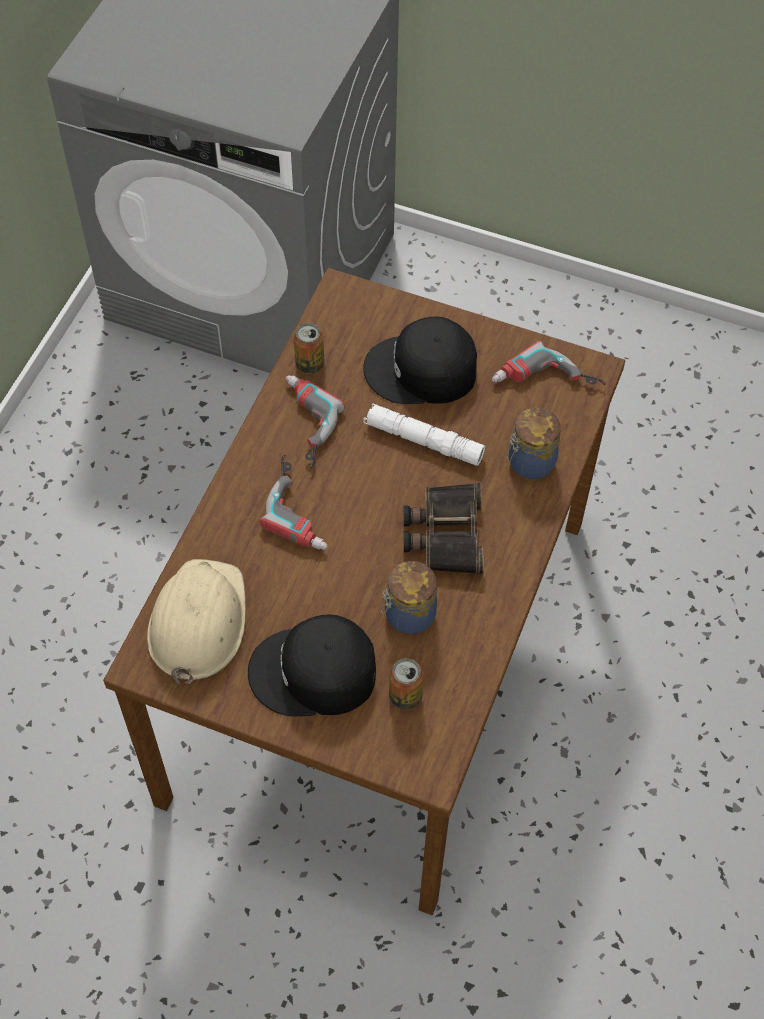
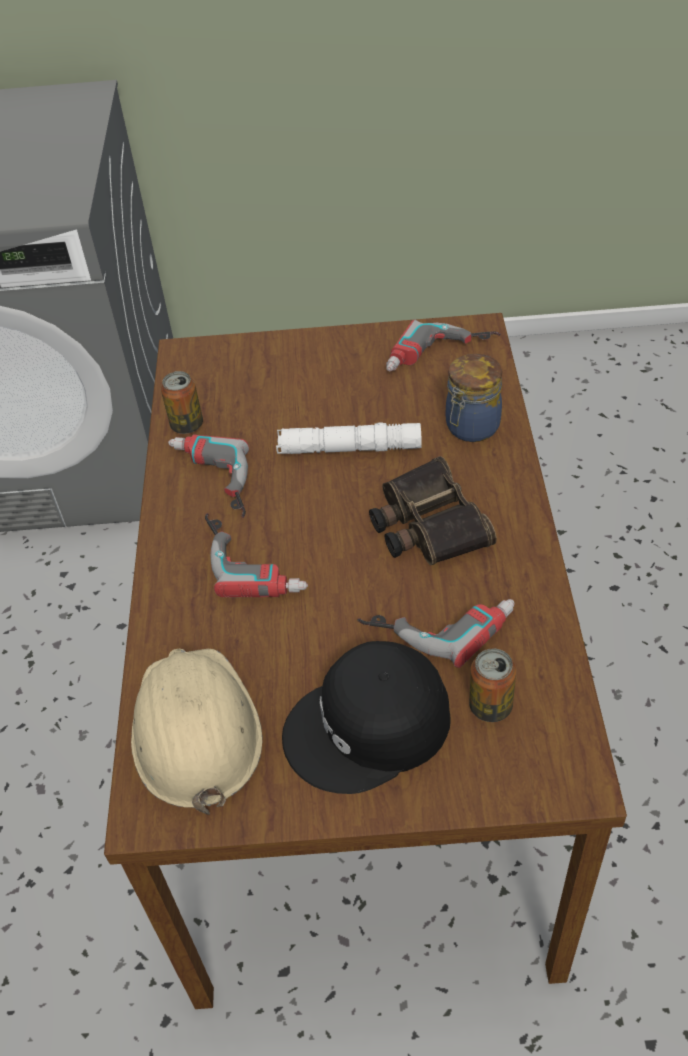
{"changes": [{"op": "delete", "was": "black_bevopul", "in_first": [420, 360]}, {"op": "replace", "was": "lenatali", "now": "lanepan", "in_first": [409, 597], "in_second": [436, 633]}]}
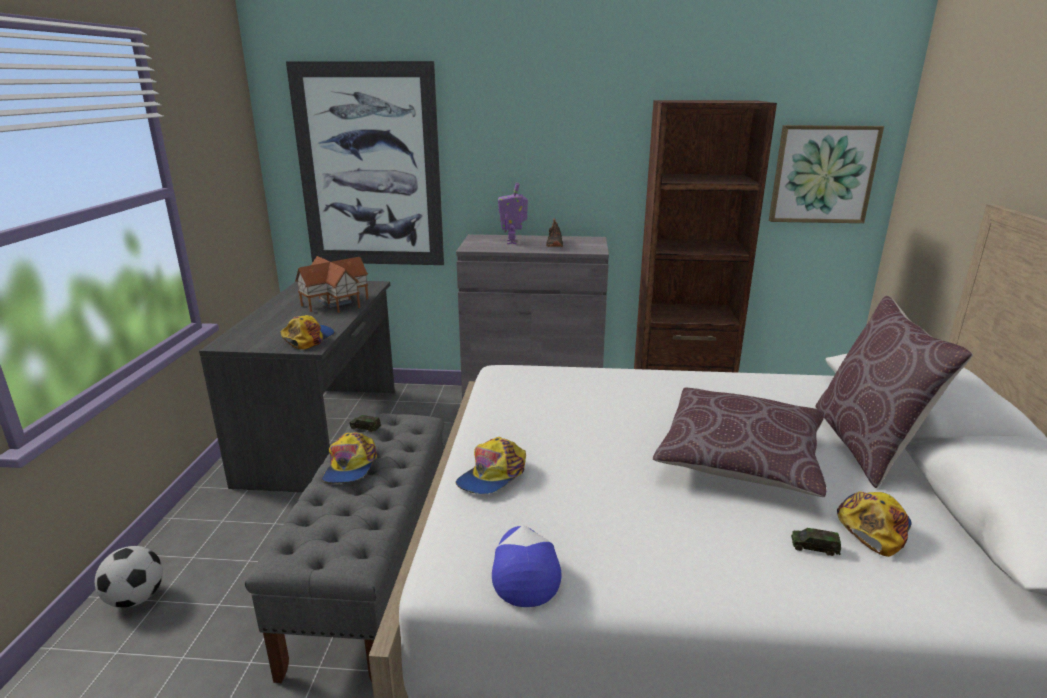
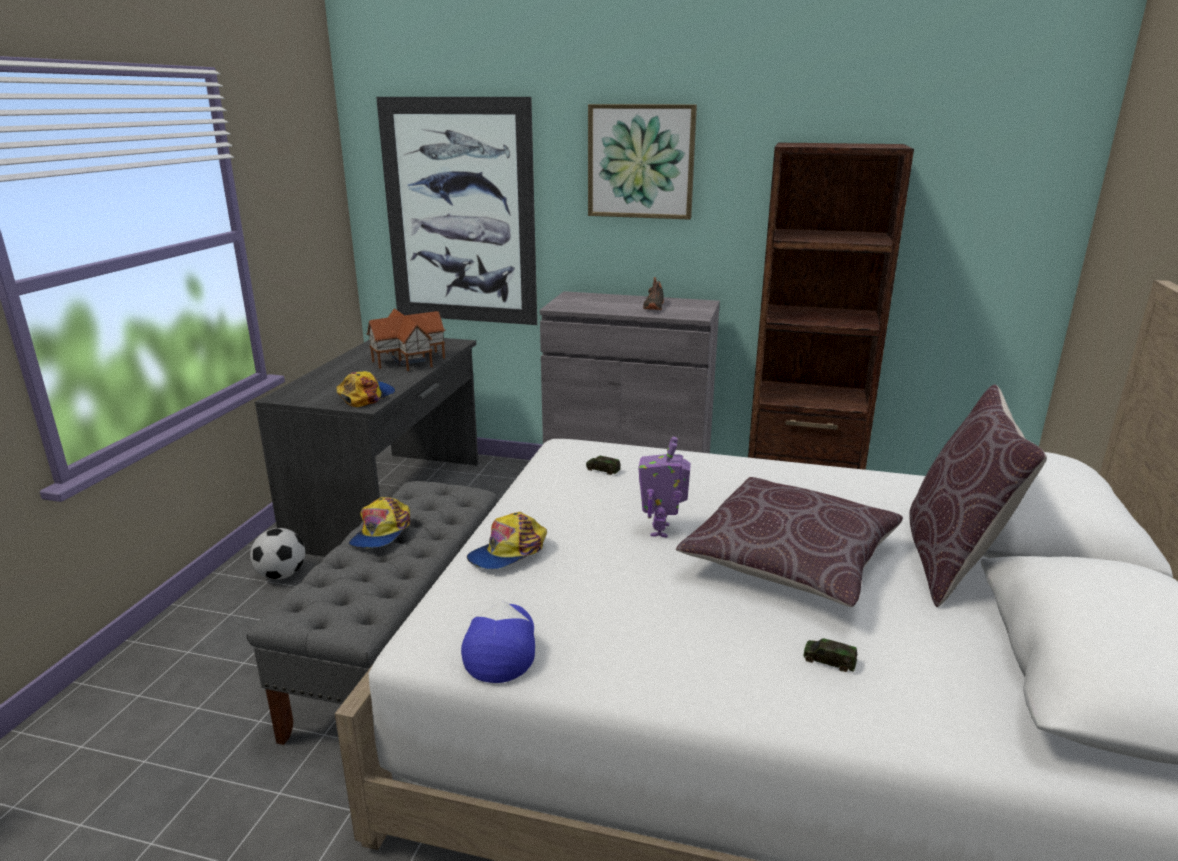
{"changes": [{"op": "delete", "was": "bevopul", "in_first": [874, 524]}, {"op": "move", "was": "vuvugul", "in_first": [129, 577], "in_second": [277, 554]}, {"op": "move", "was": "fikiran", "in_first": [365, 423], "in_second": [603, 465]}, {"op": "move", "was": "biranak", "in_first": [513, 213], "in_second": [664, 487]}, {"op": "move", "was": "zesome", "in_first": [826, 174], "in_second": [642, 162]}]}
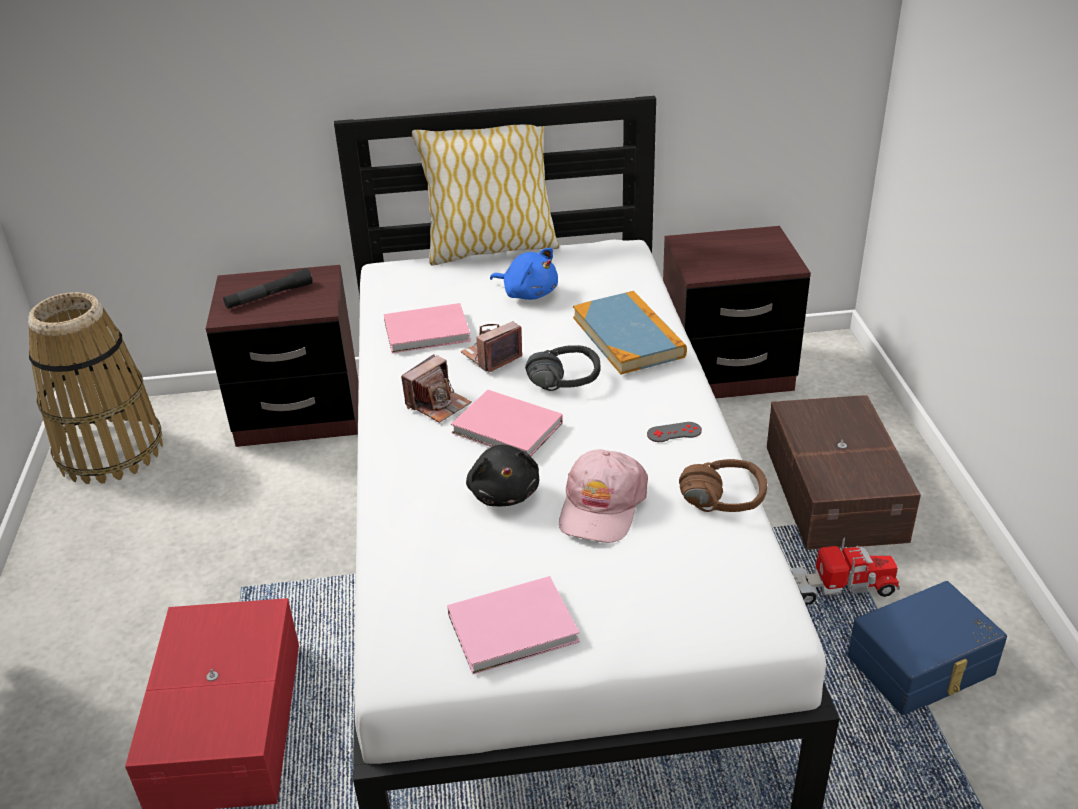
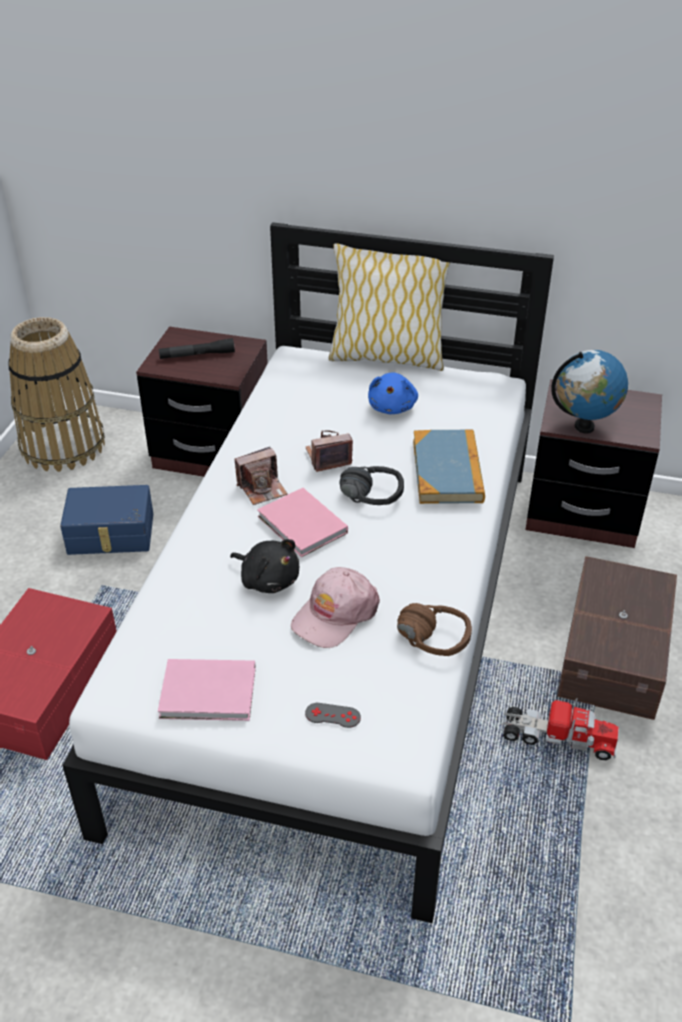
{"changes": [{"op": "delete", "was": "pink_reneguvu", "in_first": [427, 328]}, {"op": "insert", "now": "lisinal", "in_second": [589, 392]}, {"op": "move", "was": "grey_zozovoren", "in_first": [674, 432], "in_second": [333, 715]}, {"op": "move", "was": "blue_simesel", "in_first": [927, 648], "in_second": [106, 520]}, {"op": "rotate", "was": "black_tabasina", "in_first": [502, 475], "in_second": [264, 566], "clockwise": -60}, {"op": "rotate", "was": "blue_tabasina", "in_first": [524, 274], "in_second": [393, 393], "clockwise": 45}]}
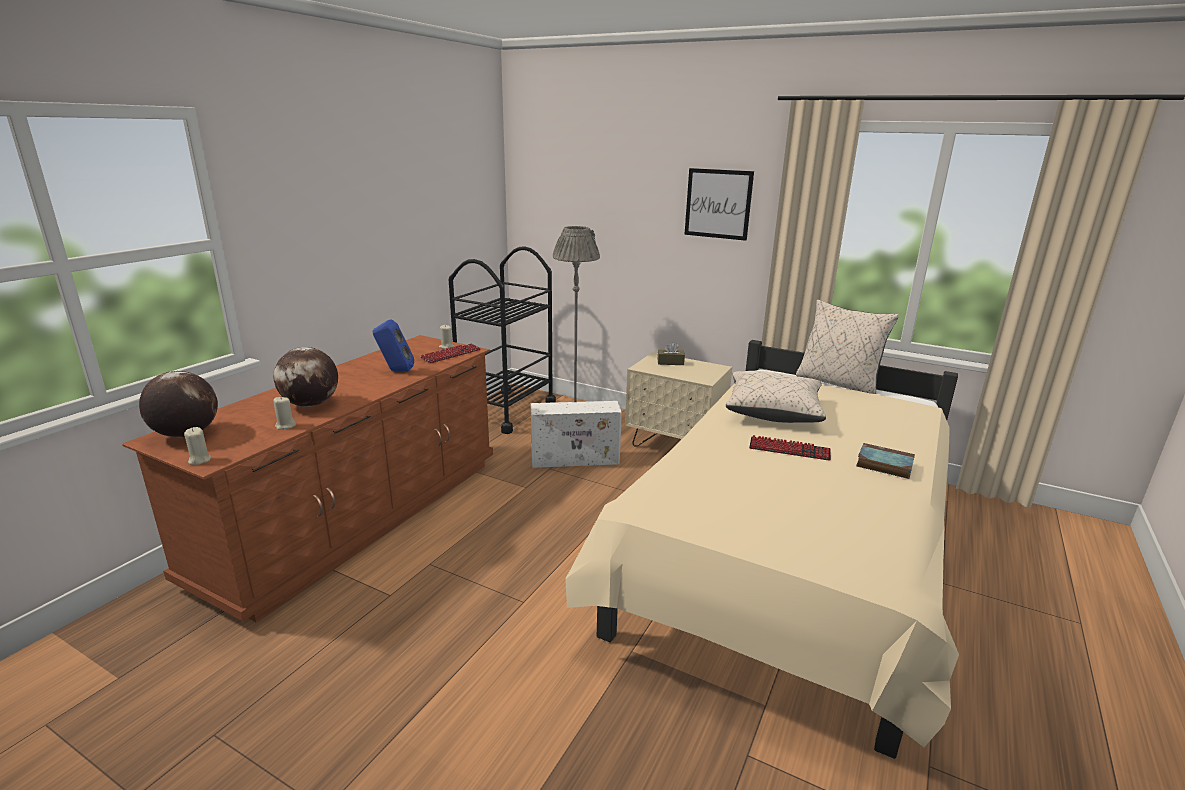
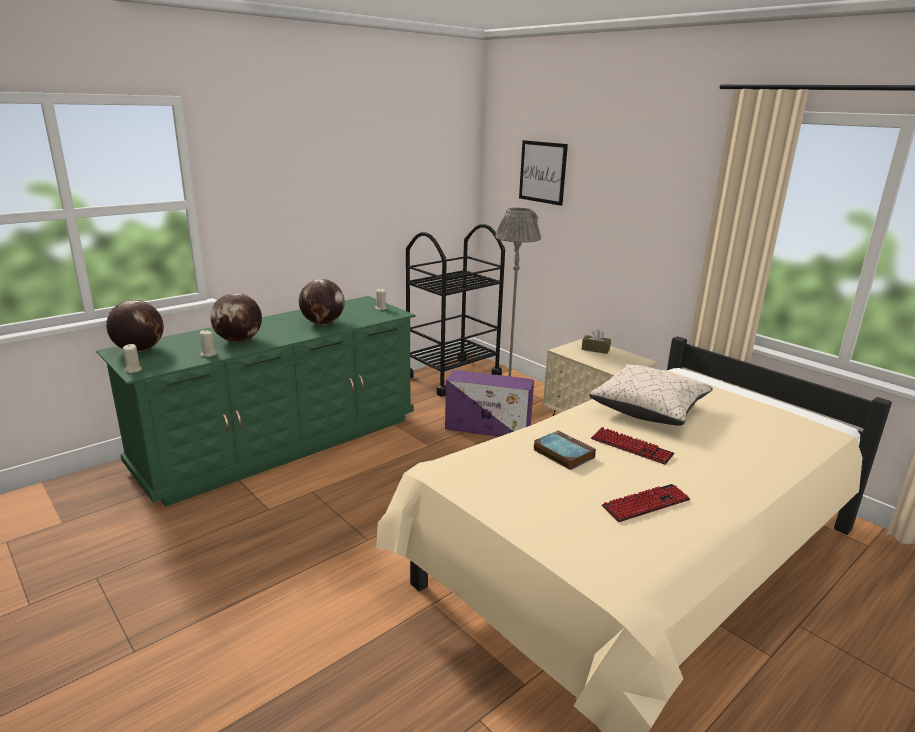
{"changes": [{"op": "delete", "was": "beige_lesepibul", "in_first": [847, 346]}, {"op": "move", "was": "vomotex", "in_first": [450, 353], "in_second": [646, 503]}, {"op": "move", "was": "zesome", "in_first": [719, 204], "in_second": [543, 173]}, {"op": "move", "was": "reneguvu", "in_first": [885, 461], "in_second": [565, 450]}, {"op": "replace", "was": "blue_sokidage", "now": "lisinal", "in_first": [393, 345], "in_second": [322, 302]}, {"op": "recolor", "was": "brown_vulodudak", "now": "green_vulodudak", "in_first": [307, 479], "in_second": [256, 401]}, {"op": "recolor", "was": "white_simesel", "now": "purple_simesel", "in_first": [576, 434], "in_second": [489, 403]}]}
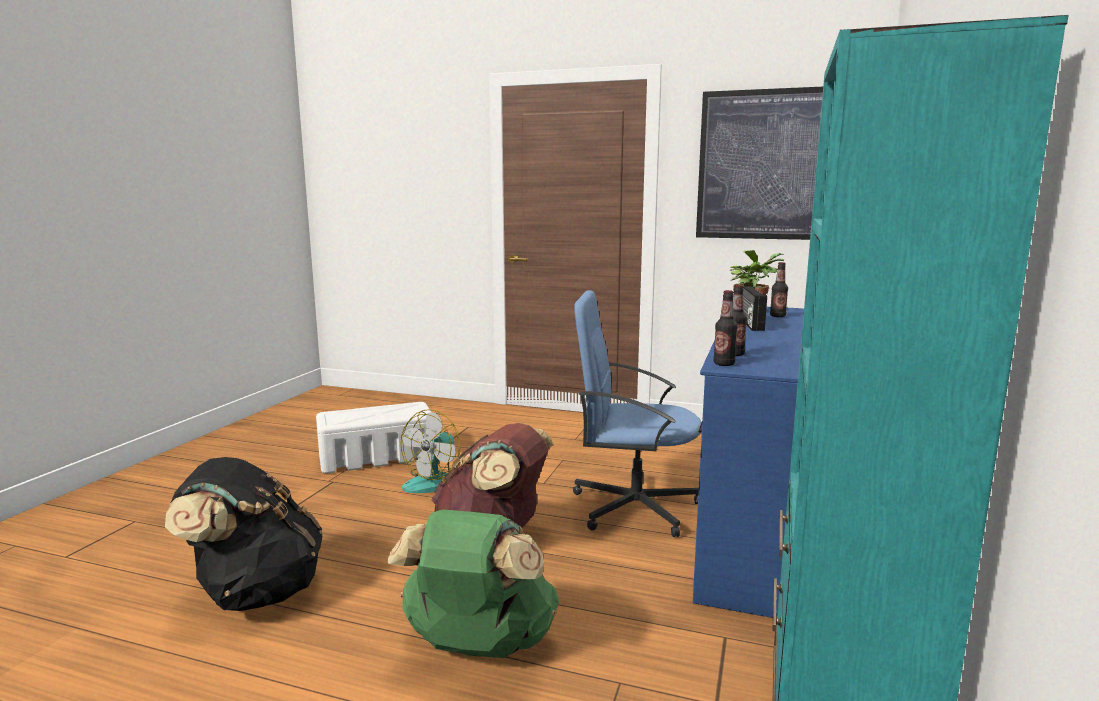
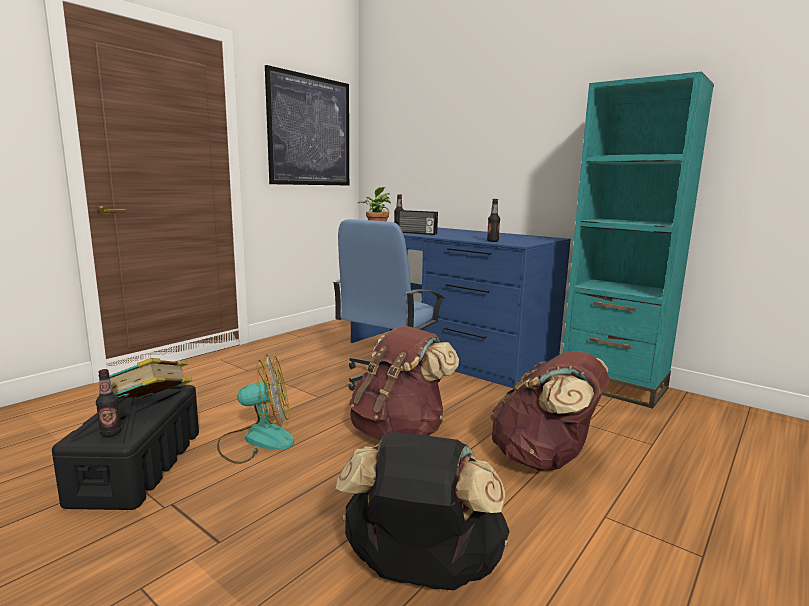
{"changes": [{"op": "insert", "now": "reneguvu", "in_second": [151, 378]}, {"op": "move", "was": "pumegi", "in_first": [725, 328], "in_second": [109, 403]}, {"op": "recolor", "was": "white_simesel", "now": "black_simesel", "in_first": [374, 438], "in_second": [125, 447]}, {"op": "recolor", "was": "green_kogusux", "now": "brown_kogusux", "in_first": [473, 583], "in_second": [550, 411]}, {"op": "rotate", "was": "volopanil", "in_first": [430, 451], "in_second": [255, 409], "clockwise": -60}]}
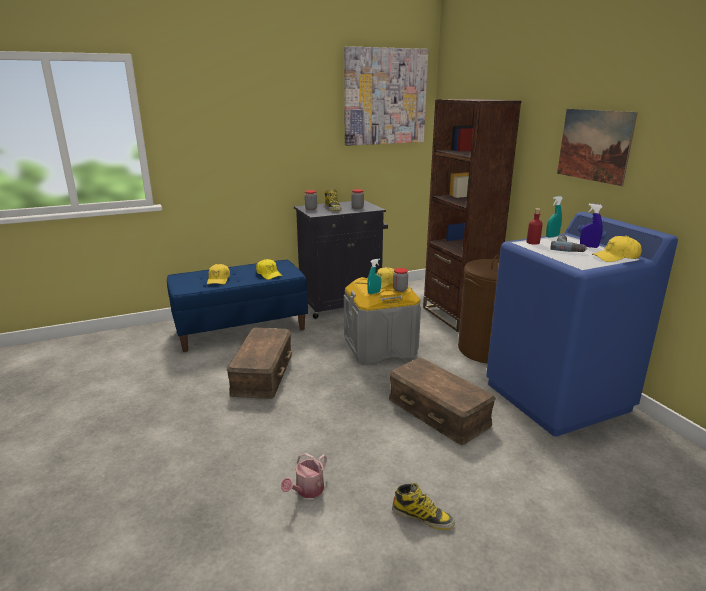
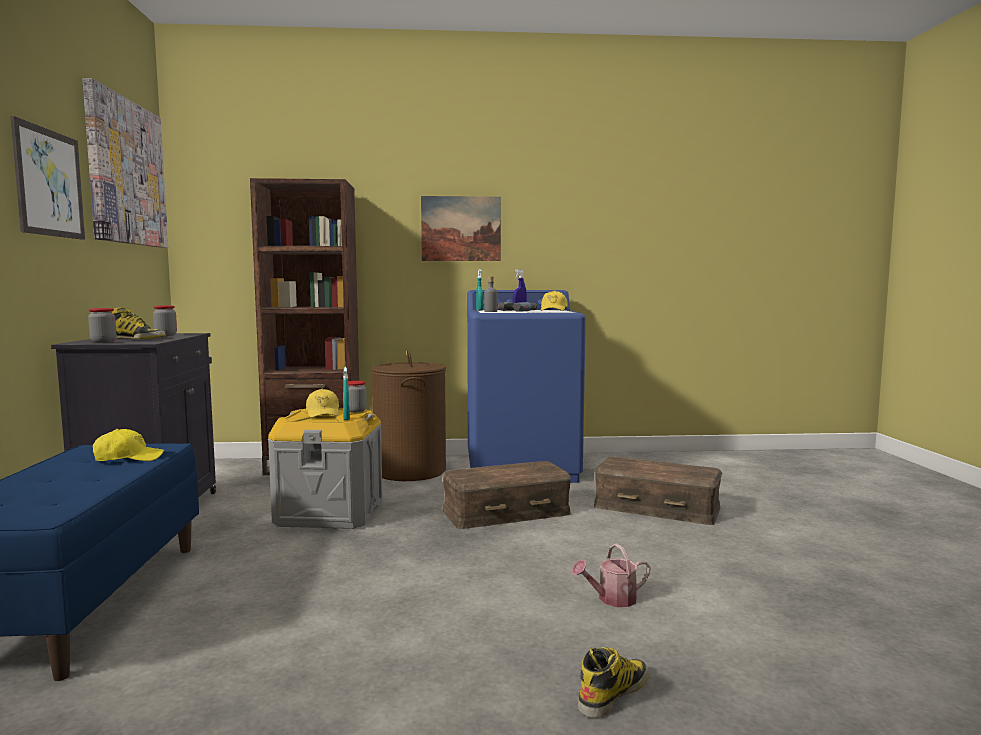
{"changes": [{"op": "delete", "was": "yellow_bevopul", "in_first": [218, 274]}, {"op": "insert", "now": "zesome", "in_second": [47, 178]}, {"op": "move", "was": "brown_simesel", "in_first": [259, 363], "in_second": [658, 490]}, {"op": "move", "was": "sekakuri", "in_first": [423, 506], "in_second": [613, 682]}, {"op": "recolor", "was": "red_pumegi", "now": "grey_pumegi", "in_first": [534, 226], "in_second": [490, 294]}, {"op": "rotate", "was": "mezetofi", "in_first": [304, 475], "in_second": [611, 575], "clockwise": 105}]}
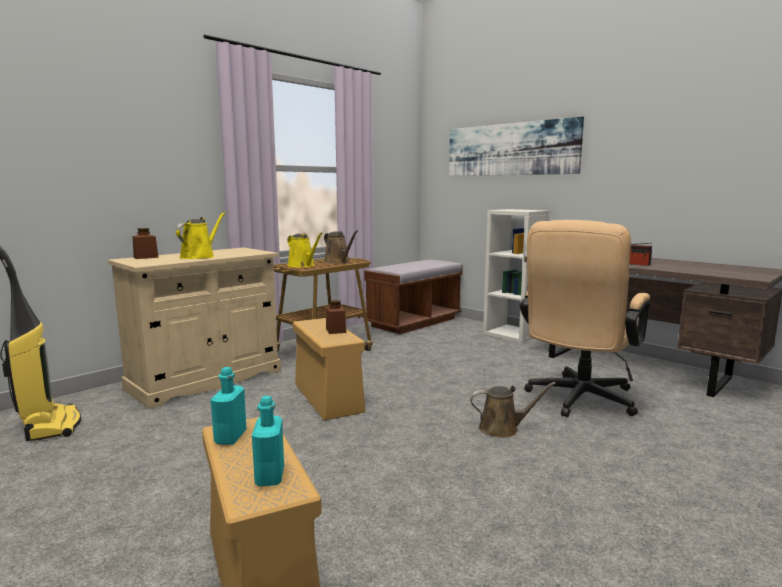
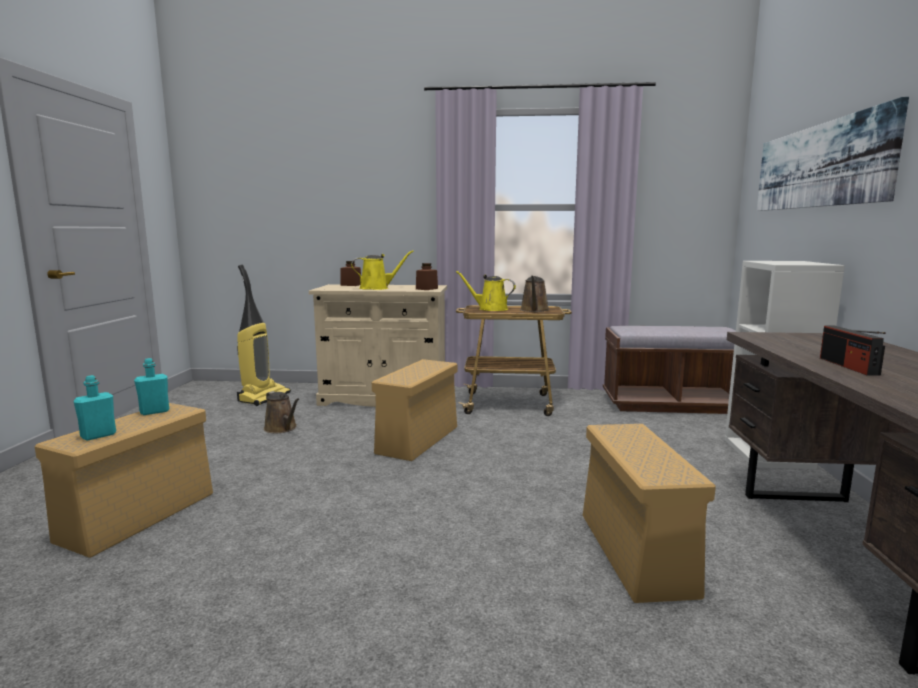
{"changes": [{"op": "move", "was": "brown_lenatali", "in_first": [336, 317], "in_second": [427, 276]}, {"op": "move", "was": "brown_mezetofi", "in_first": [513, 410], "in_second": [281, 412]}, {"op": "replace", "was": "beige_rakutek", "now": "beige_simesel", "in_first": [585, 318], "in_second": [649, 513]}, {"op": "rotate", "was": "yellow_mezetofi", "in_first": [305, 249], "in_second": [486, 291], "clockwise": 105}]}
